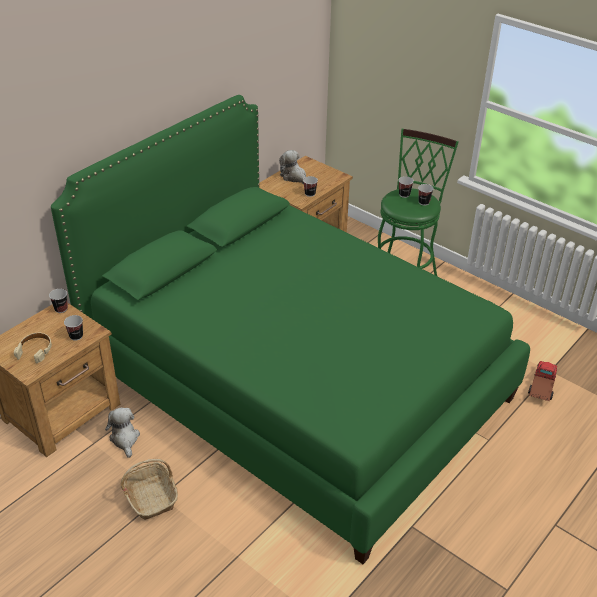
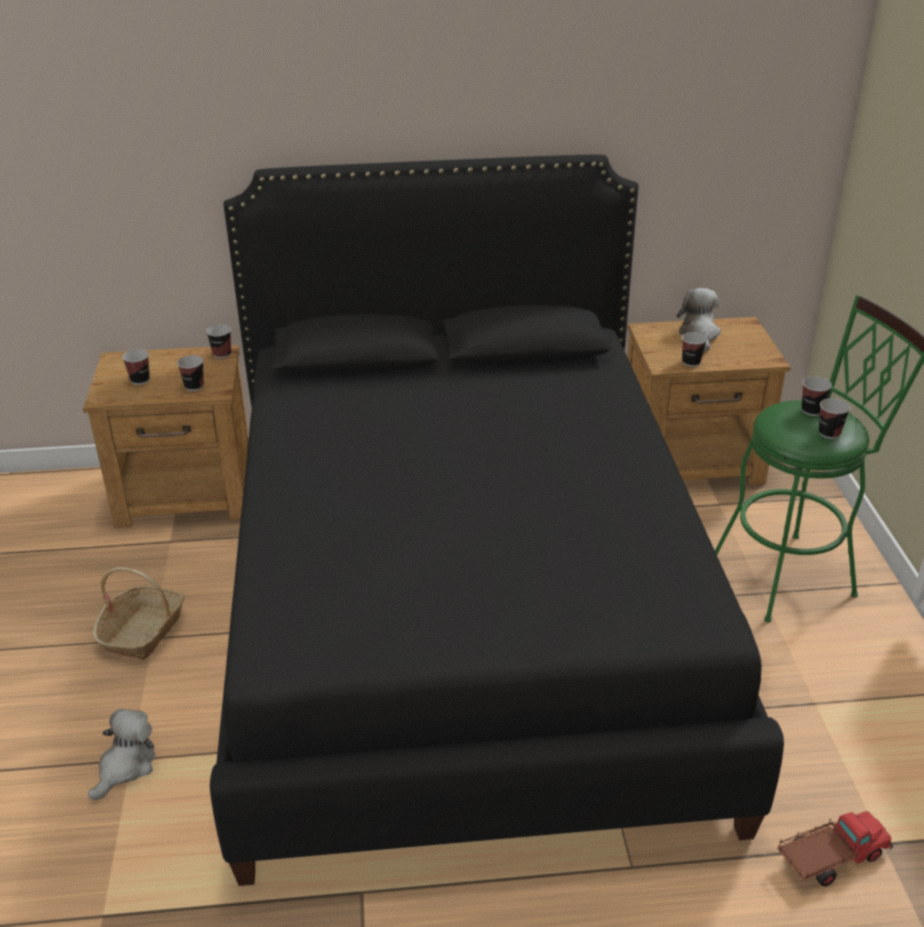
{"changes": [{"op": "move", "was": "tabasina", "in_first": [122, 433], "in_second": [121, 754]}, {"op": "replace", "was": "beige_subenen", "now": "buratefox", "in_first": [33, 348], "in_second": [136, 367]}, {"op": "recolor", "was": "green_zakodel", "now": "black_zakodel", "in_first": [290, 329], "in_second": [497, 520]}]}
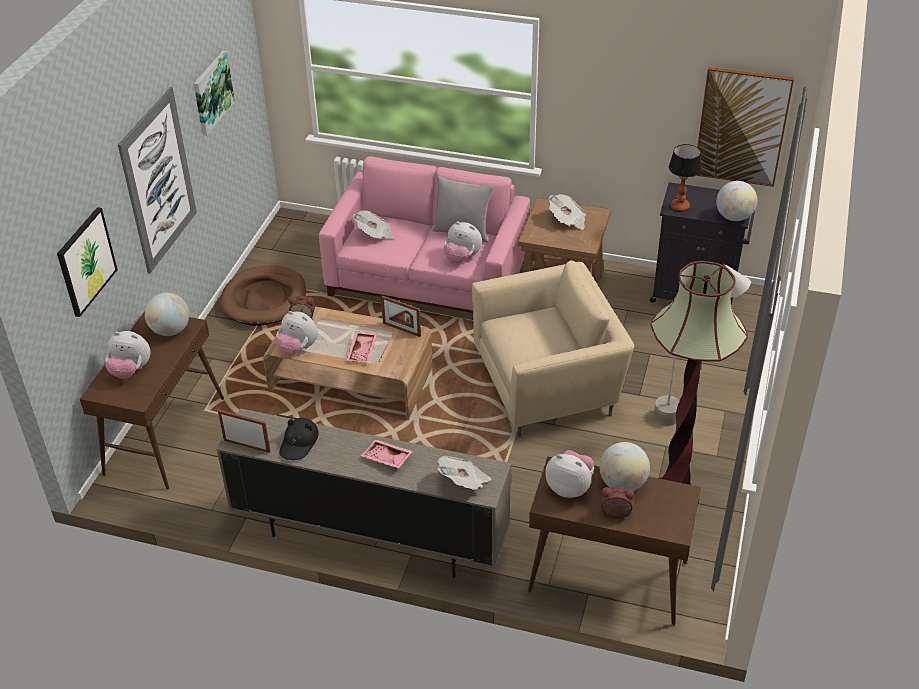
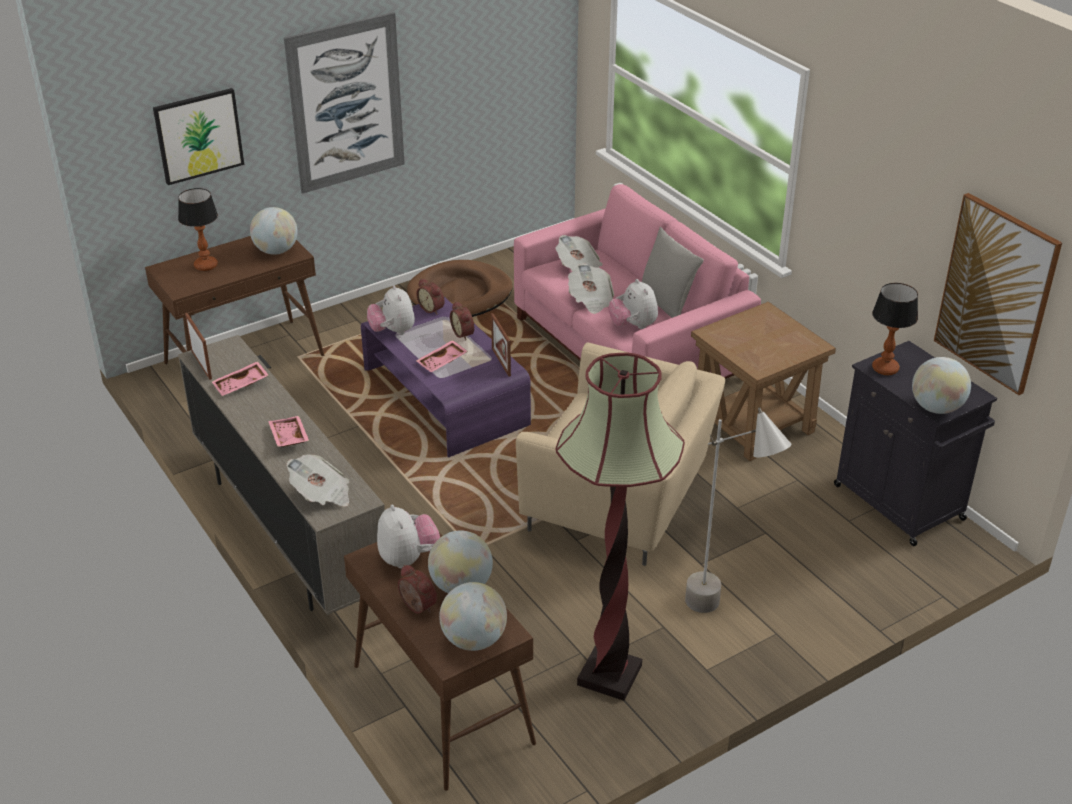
{"changes": [{"op": "delete", "was": "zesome", "in_first": [214, 93]}, {"op": "insert", "now": "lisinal", "in_second": [473, 616]}, {"op": "insert", "now": "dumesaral", "in_second": [462, 320]}, {"op": "move", "was": "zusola", "in_first": [567, 212], "in_second": [591, 289]}, {"op": "replace", "was": "tabasina", "now": "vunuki", "in_first": [128, 355], "in_second": [198, 229]}, {"op": "replace", "was": "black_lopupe", "now": "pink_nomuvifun", "in_first": [299, 439], "in_second": [240, 378]}, {"op": "recolor", "was": "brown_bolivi", "now": "purple_bolivi", "in_first": [348, 363], "in_second": [446, 377]}]}
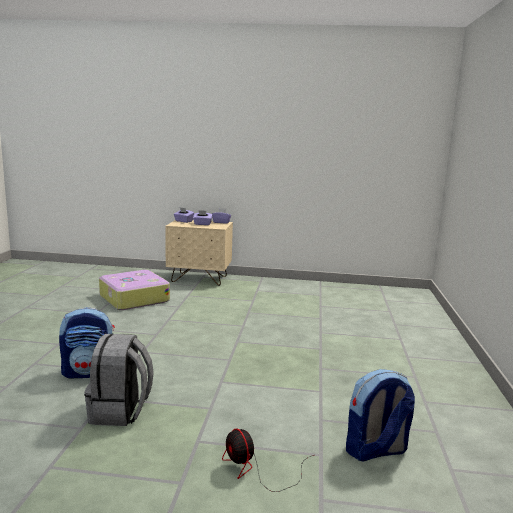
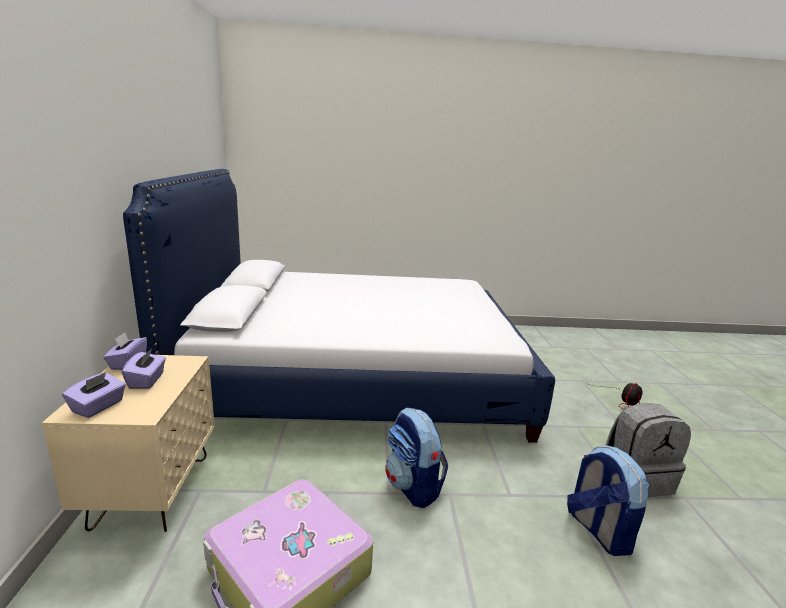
{"changes": [{"op": "insert", "now": "zakodel", "in_second": [339, 306]}, {"op": "move", "was": "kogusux", "in_first": [380, 415], "in_second": [416, 457]}]}
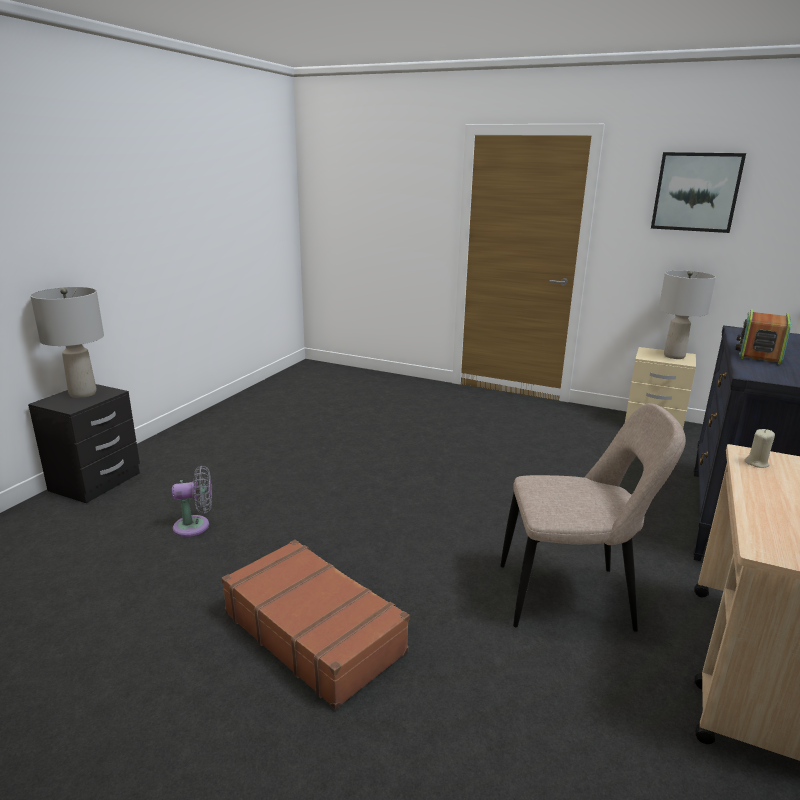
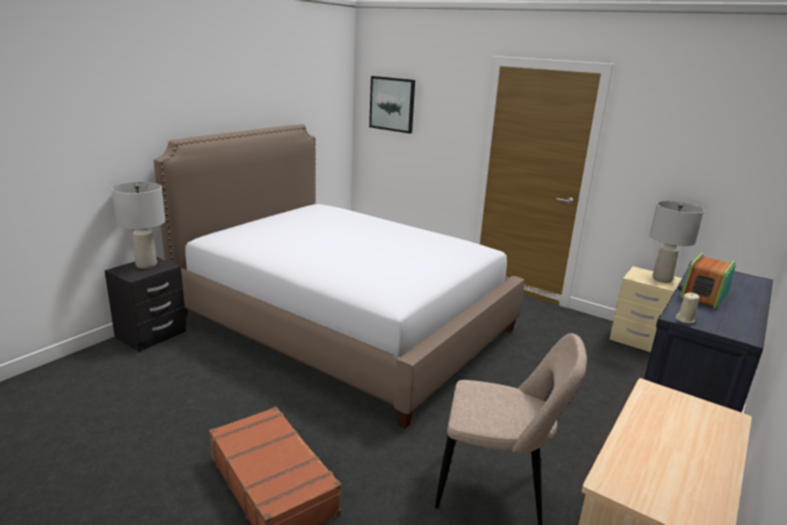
{"changes": [{"op": "delete", "was": "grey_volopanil", "in_first": [192, 501]}, {"op": "insert", "now": "zakodel", "in_second": [339, 276]}, {"op": "move", "was": "zesome", "in_first": [698, 192], "in_second": [392, 105]}, {"op": "move", "was": "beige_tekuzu", "in_first": [759, 448], "in_second": [687, 308]}]}
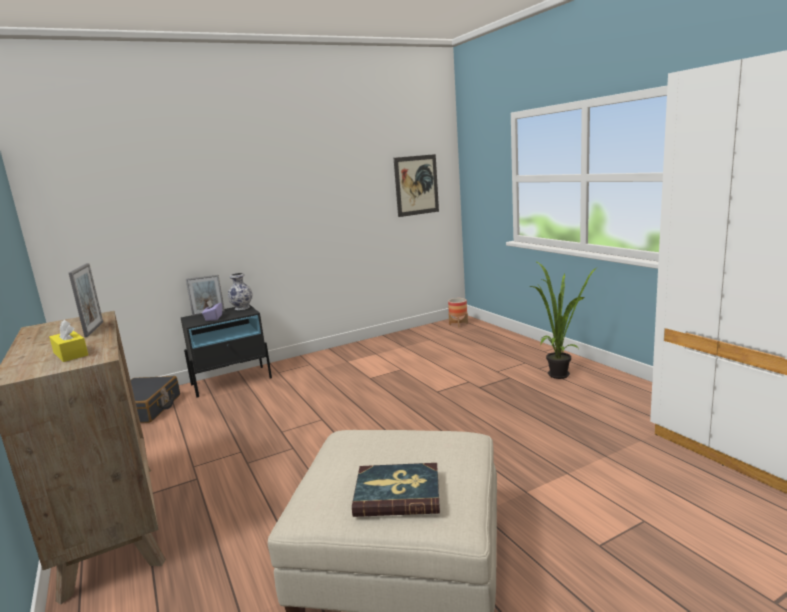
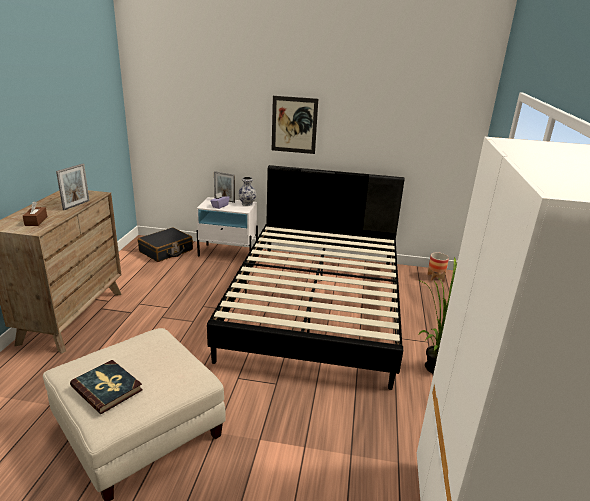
{"changes": [{"op": "insert", "now": "black_zakodel", "in_second": [306, 277]}, {"op": "move", "was": "zesome", "in_first": [416, 185], "in_second": [295, 125]}, {"op": "recolor", "was": "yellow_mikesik", "now": "brown_mikesik", "in_first": [68, 341], "in_second": [35, 213]}, {"op": "recolor", "was": "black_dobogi", "now": "white_dobogi", "in_first": [226, 351], "in_second": [227, 226]}]}
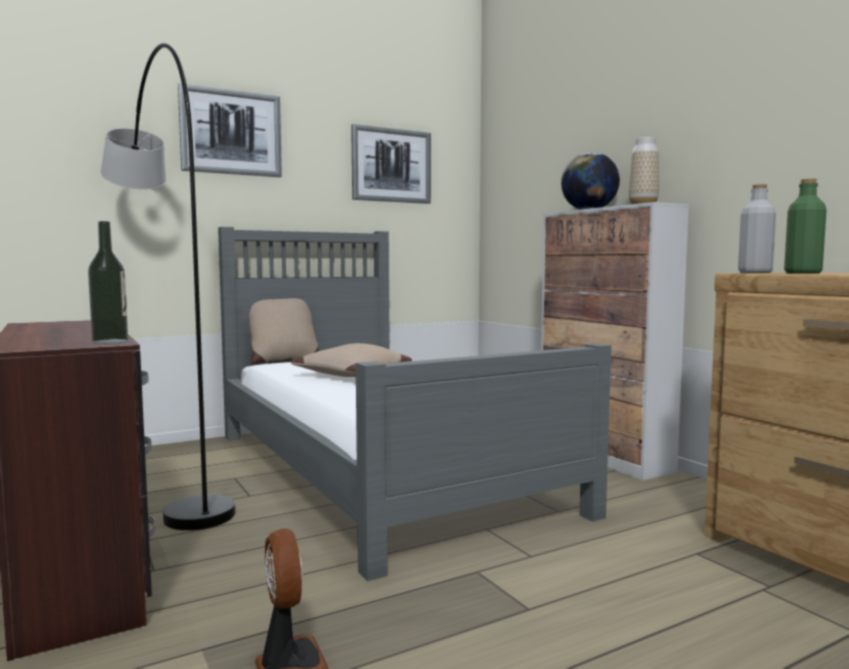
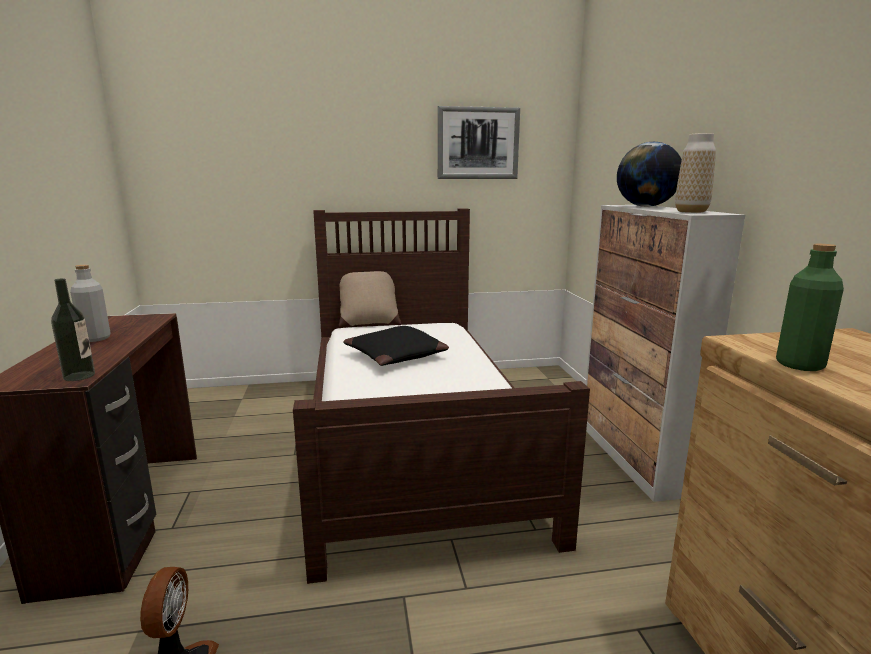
{"changes": [{"op": "delete", "was": "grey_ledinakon", "in_first": [168, 286]}, {"op": "delete", "was": "zesome", "in_first": [230, 130]}, {"op": "move", "was": "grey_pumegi", "in_first": [757, 228], "in_second": [90, 303]}, {"op": "recolor", "was": "grey_zakodel", "now": "brown_zakodel", "in_first": [414, 404], "in_second": [441, 396]}, {"op": "recolor", "was": "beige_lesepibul", "now": "black_lesepibul", "in_first": [351, 360], "in_second": [396, 346]}]}
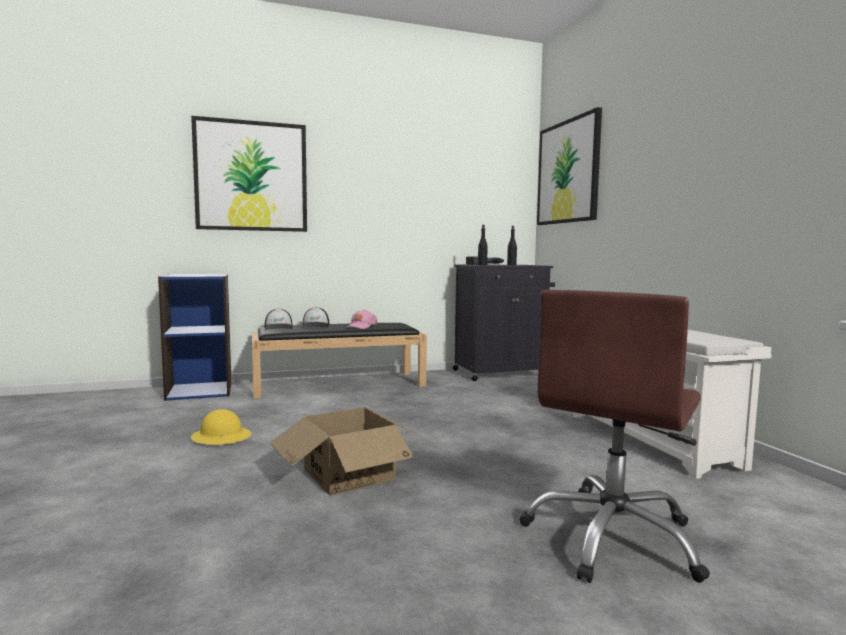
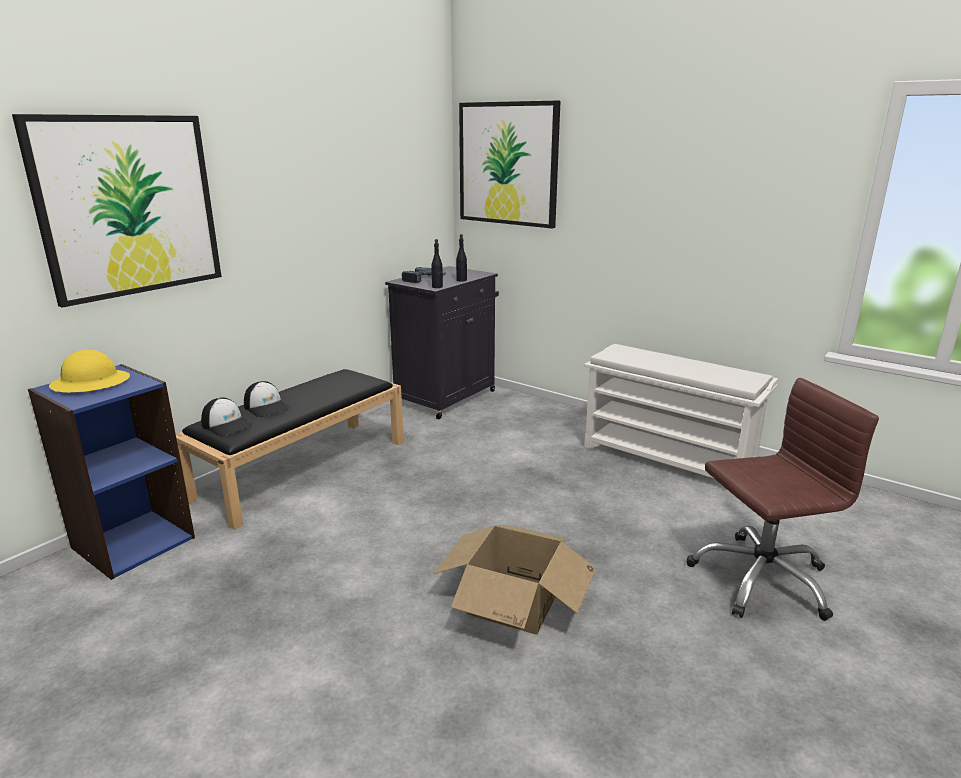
{"changes": [{"op": "delete", "was": "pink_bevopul", "in_first": [362, 319]}, {"op": "move", "was": "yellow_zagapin", "in_first": [221, 427], "in_second": [89, 371]}, {"op": "rotate", "was": "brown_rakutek", "in_first": [614, 436], "in_second": [783, 499], "clockwise": -105}]}
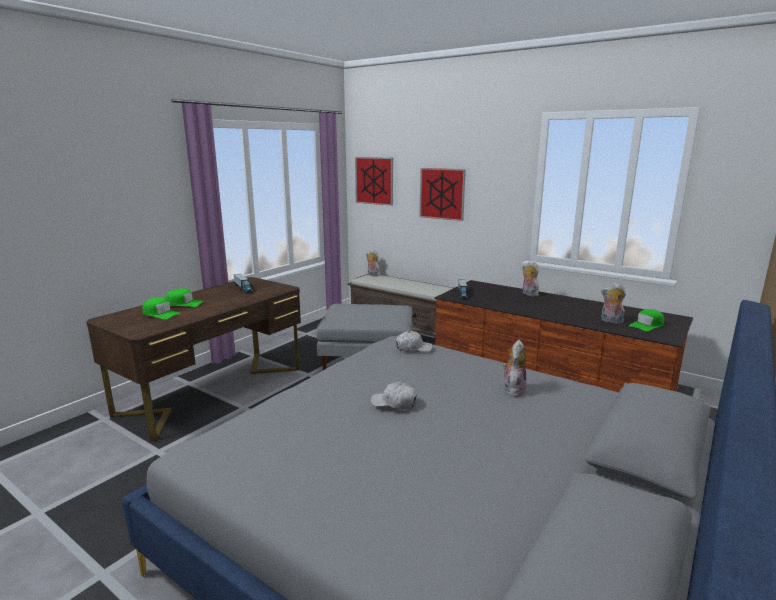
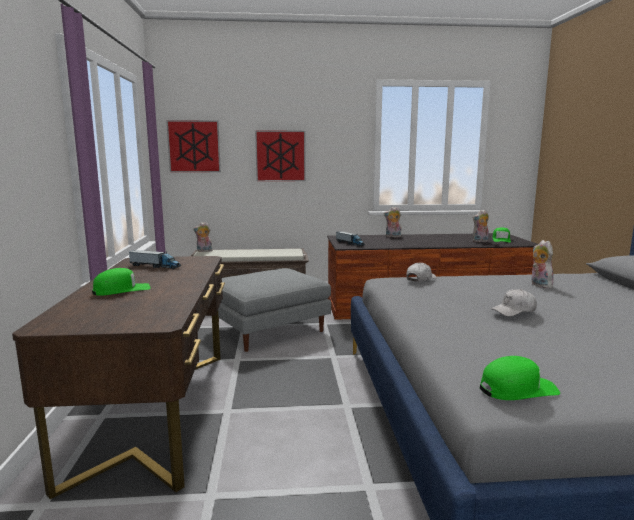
{"changes": [{"op": "move", "was": "green_bevopul", "in_first": [161, 308], "in_second": [520, 378]}]}
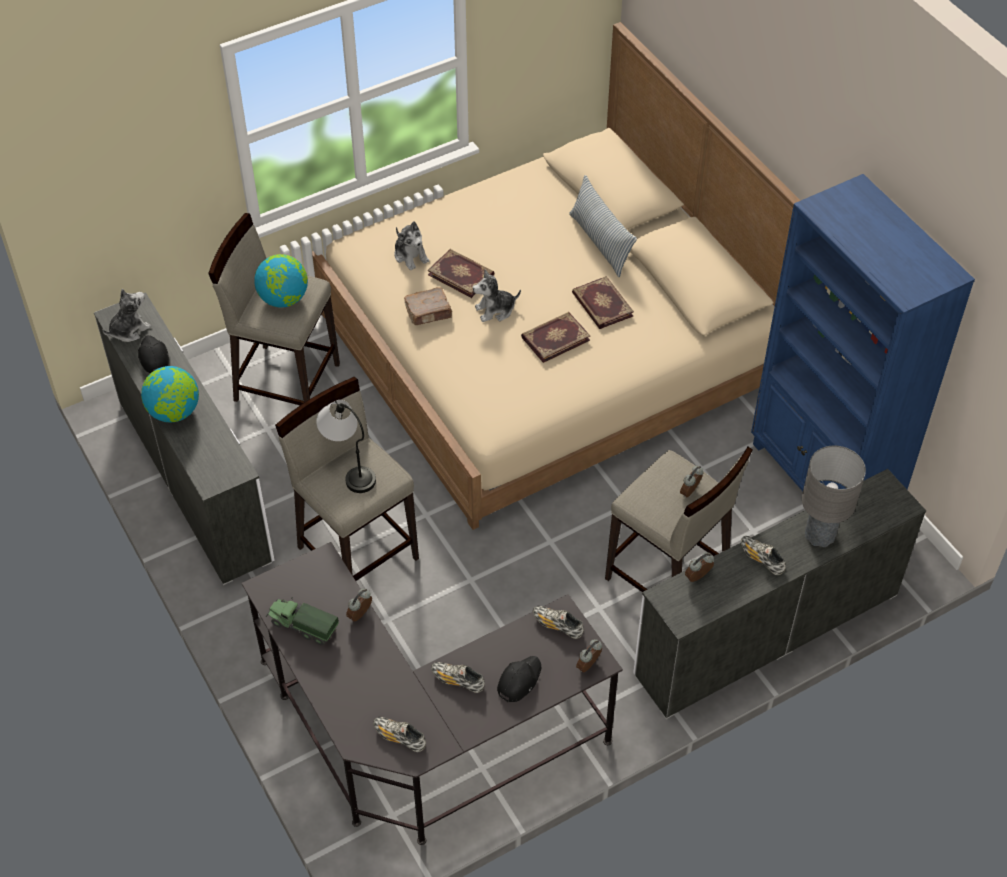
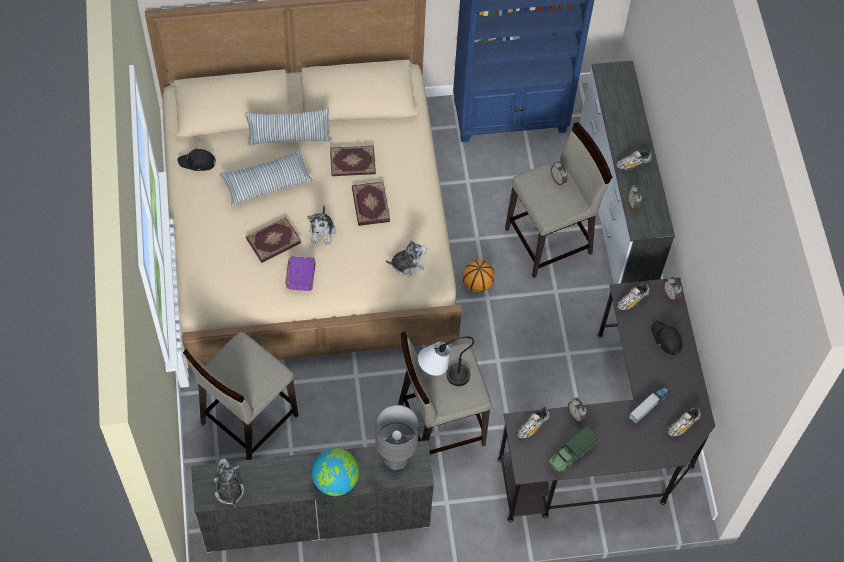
{"changes": [{"op": "delete", "was": "lisinal", "in_first": [281, 281]}, {"op": "insert", "now": "lesepibul", "in_second": [266, 177]}, {"op": "insert", "now": "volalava", "in_second": [478, 276]}, {"op": "insert", "now": "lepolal", "in_second": [649, 406]}, {"op": "move", "was": "black_bevopul", "in_first": [153, 354], "in_second": [196, 160]}, {"op": "move", "was": "tabasina", "in_first": [411, 245], "in_second": [406, 258]}, {"op": "move", "was": "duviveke", "in_first": [458, 677], "in_second": [533, 422]}, {"op": "move", "was": "grey_vunuki", "in_first": [834, 496], "in_second": [397, 437]}, {"op": "recolor", "was": "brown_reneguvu", "now": "purple_reneguvu", "in_first": [428, 306], "in_second": [301, 273]}]}
